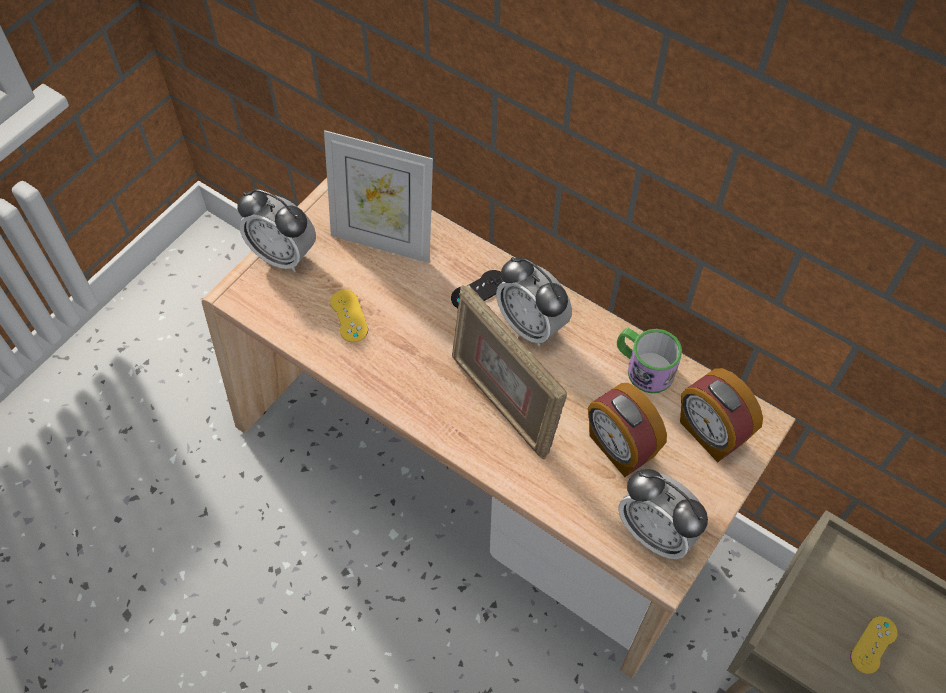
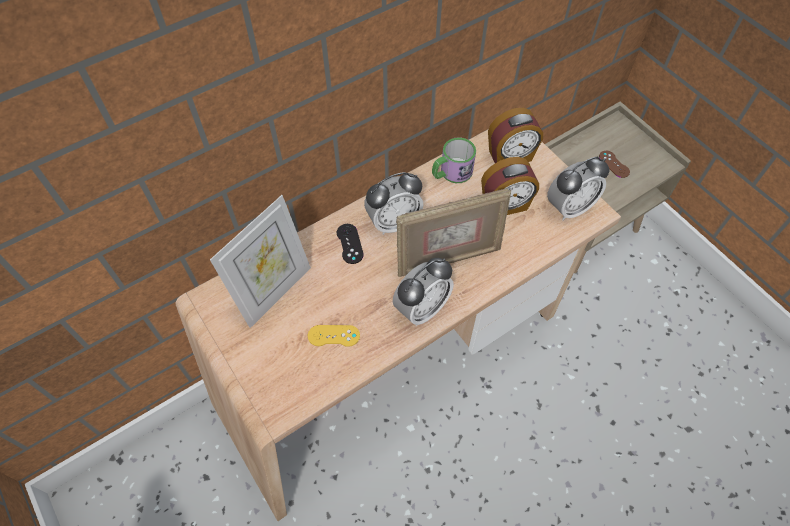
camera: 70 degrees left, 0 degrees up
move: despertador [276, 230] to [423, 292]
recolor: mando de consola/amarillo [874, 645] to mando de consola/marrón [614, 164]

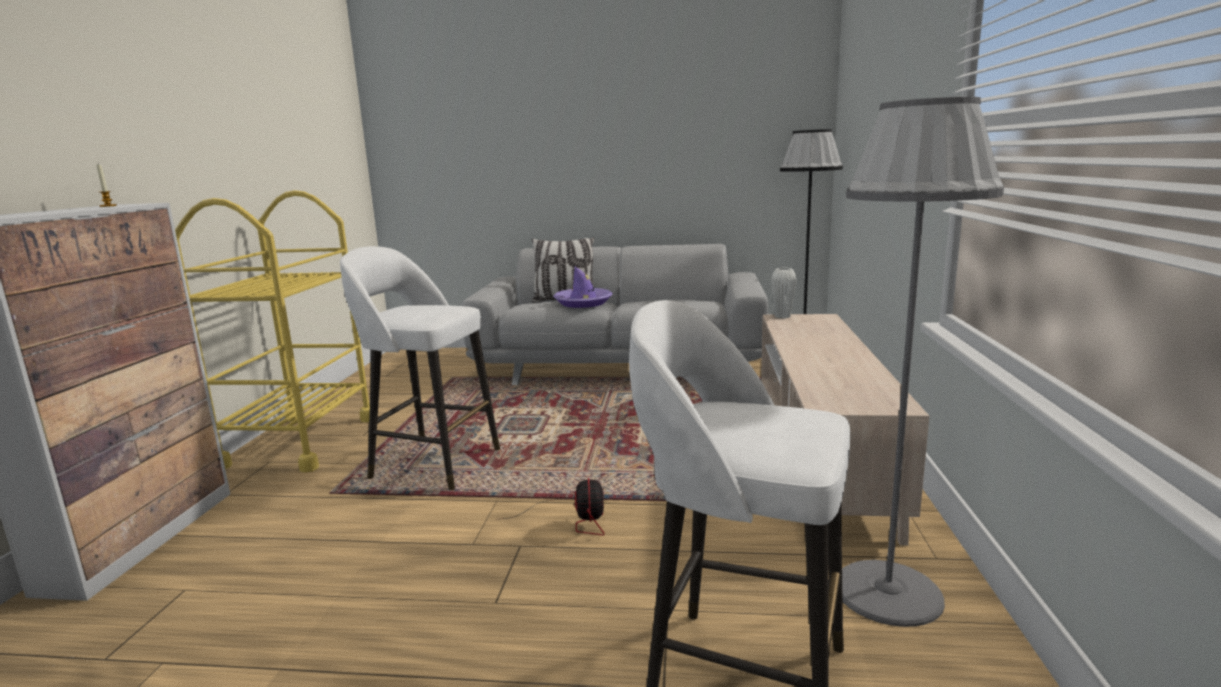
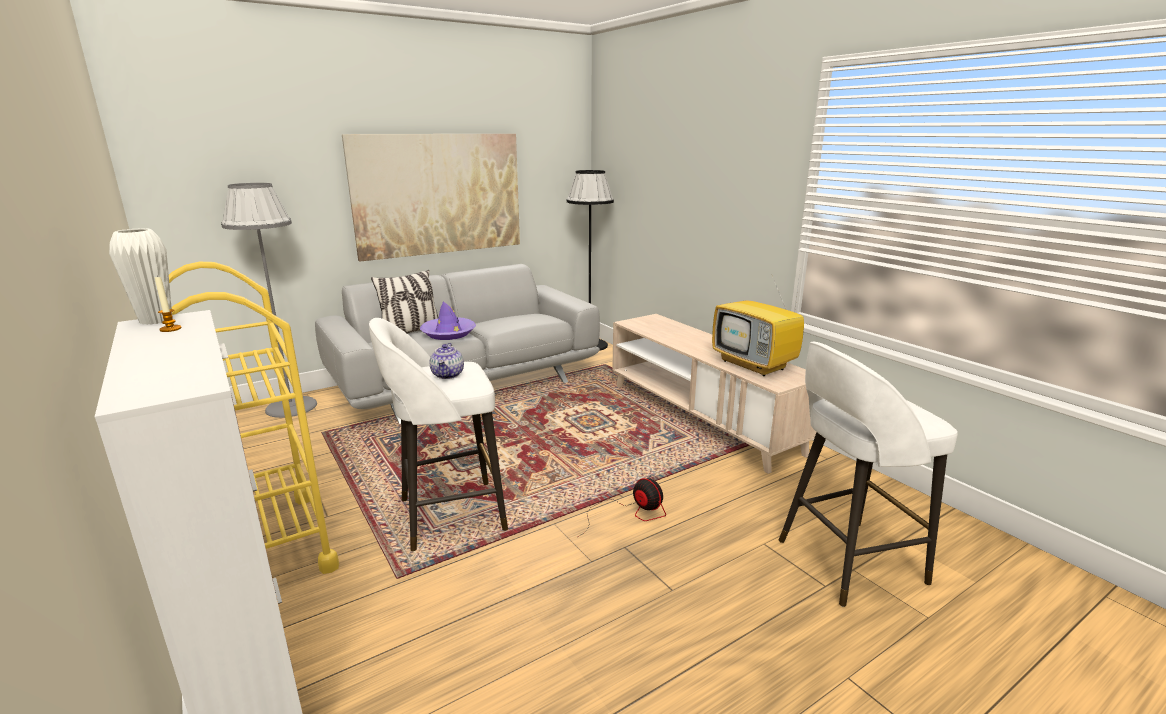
camera: 40 degrees left, 5 degrees up
insert: cuadro [431, 198]; tetera [447, 361]; televisor [758, 324]
move: florero/blanco [783, 293] to [140, 276]; lámpara de pie/gris [923, 362] to [269, 300]

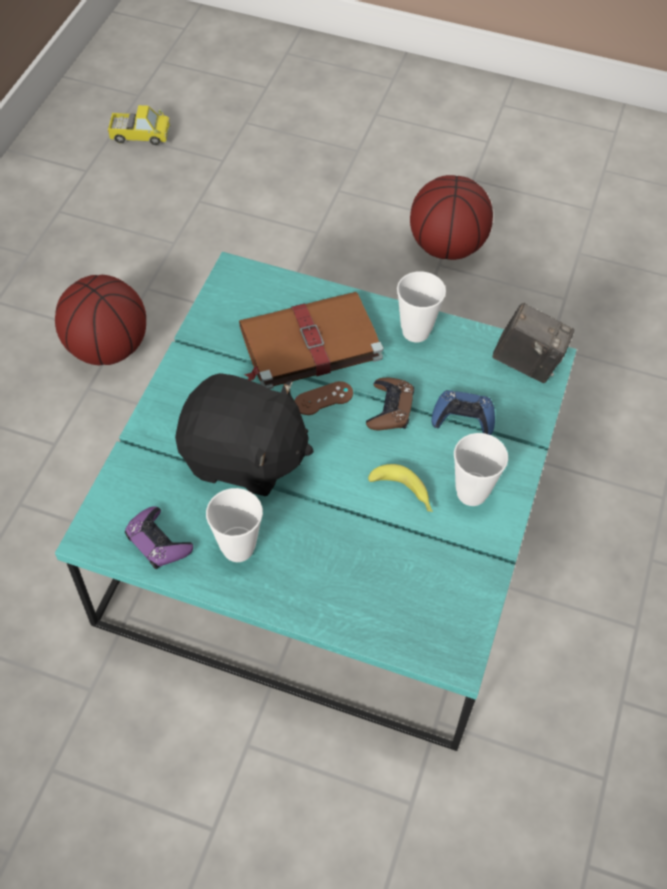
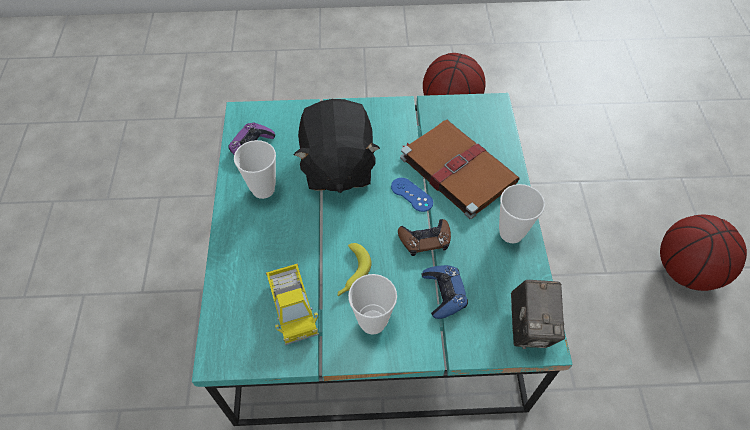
camera: 70 degrees right, 0 degrees up
move: camión de juguete [138, 125] to [292, 304]
recolor: mando de consola/marrón [324, 398] to mando de consola/azul [412, 195]

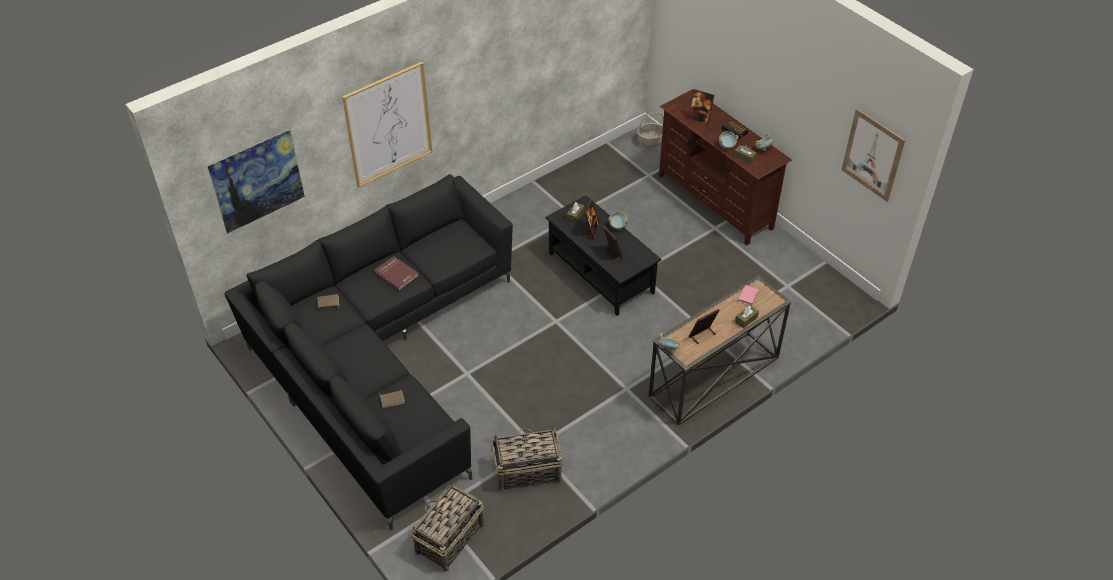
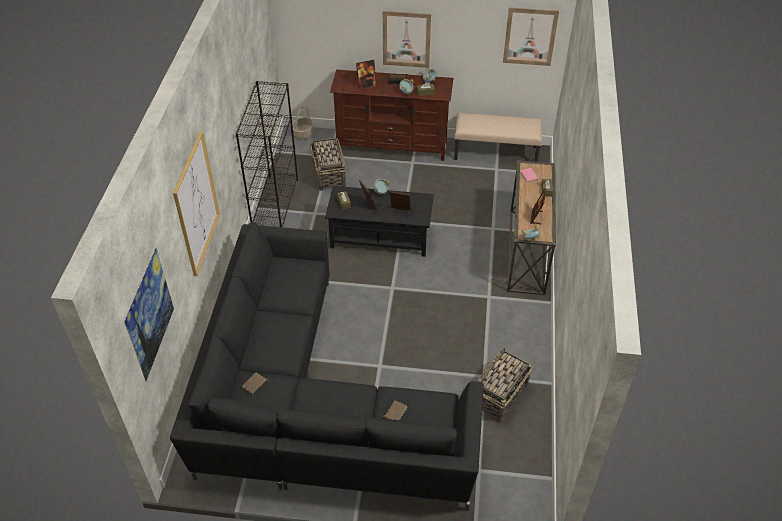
camera: 45 degrees left, 0 degrees up
delete: libro/rojo [396, 273]
insert: estantería/negro [266, 154]; cuadro [407, 39]; banco/beis [498, 137]
move: cesta [447, 527] to [328, 164]

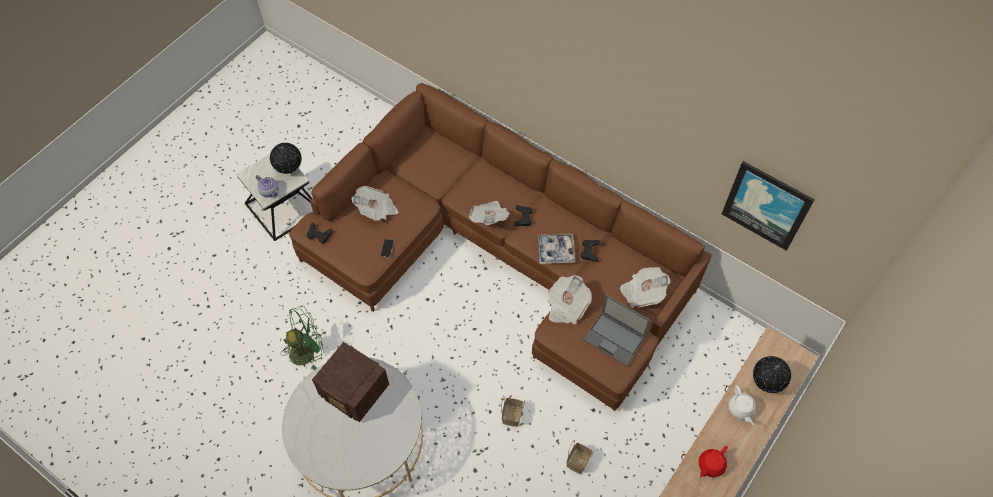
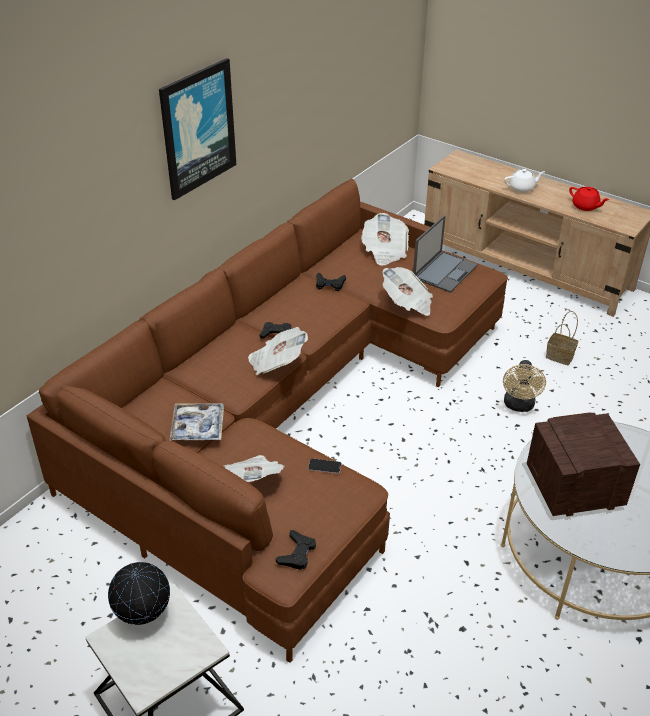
camera: 90 degrees left, 20 degrees down
delete: tetera [267, 186]; ventilador/verde [302, 338]; globo terráqueo [772, 374]
move: bandeja [556, 249] to [197, 422]; cuadro [768, 206] to [197, 129]
replace: cesta [513, 411] to ventilador/beis [524, 386]
rotate: radio [350, 382] = [583, 464] 135 degrees counterclockwise

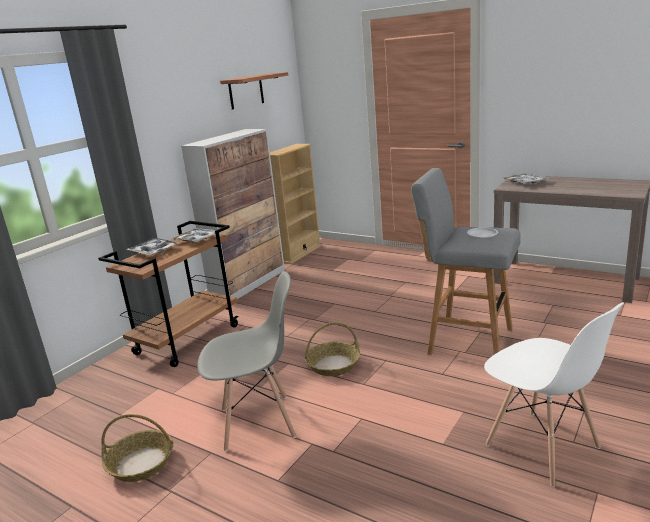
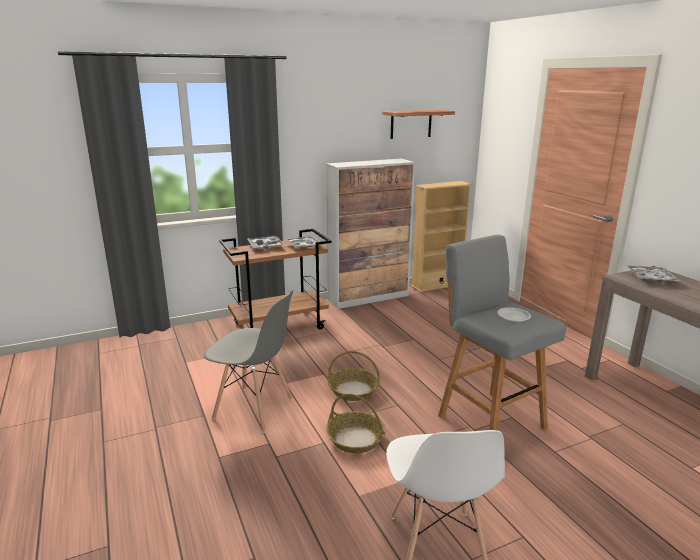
camera: 30 degrees right, 0 degrees up
move: cesta [137, 448] to [356, 423]

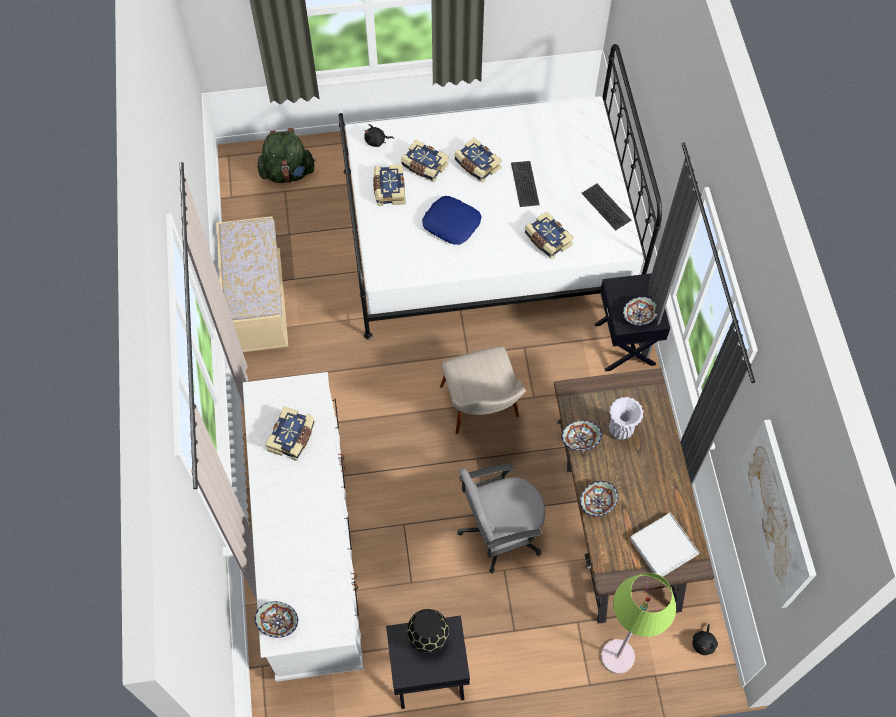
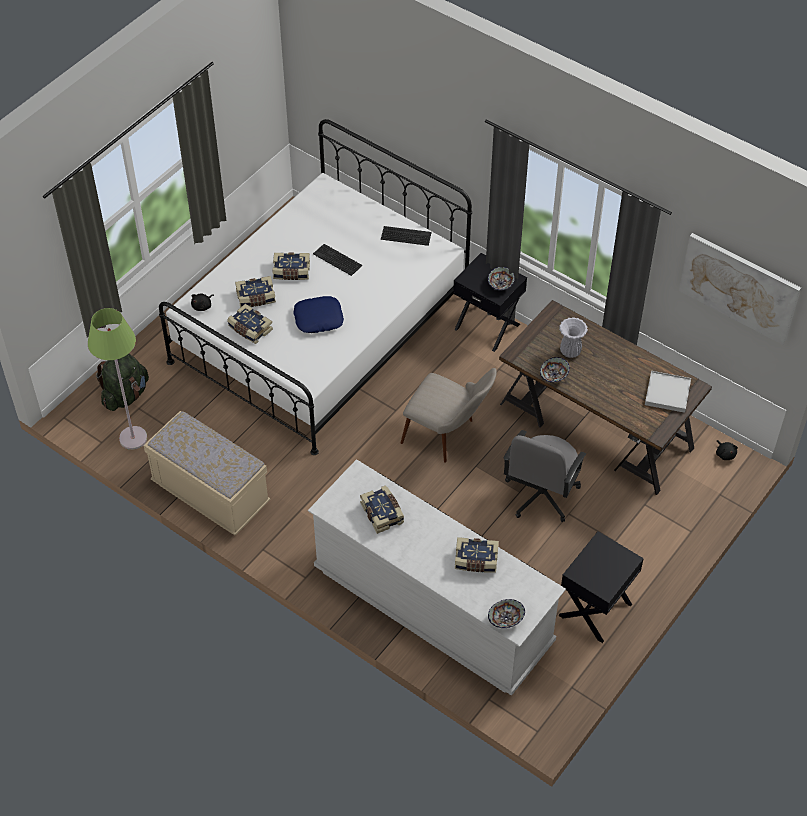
camera: 45 degrees left, 10 degrees down
delete: florero/negro [428, 631]; cuenco [599, 499]
move: libro [549, 235] to [477, 555]; lámpara de pie/verde [638, 623] to [117, 379]

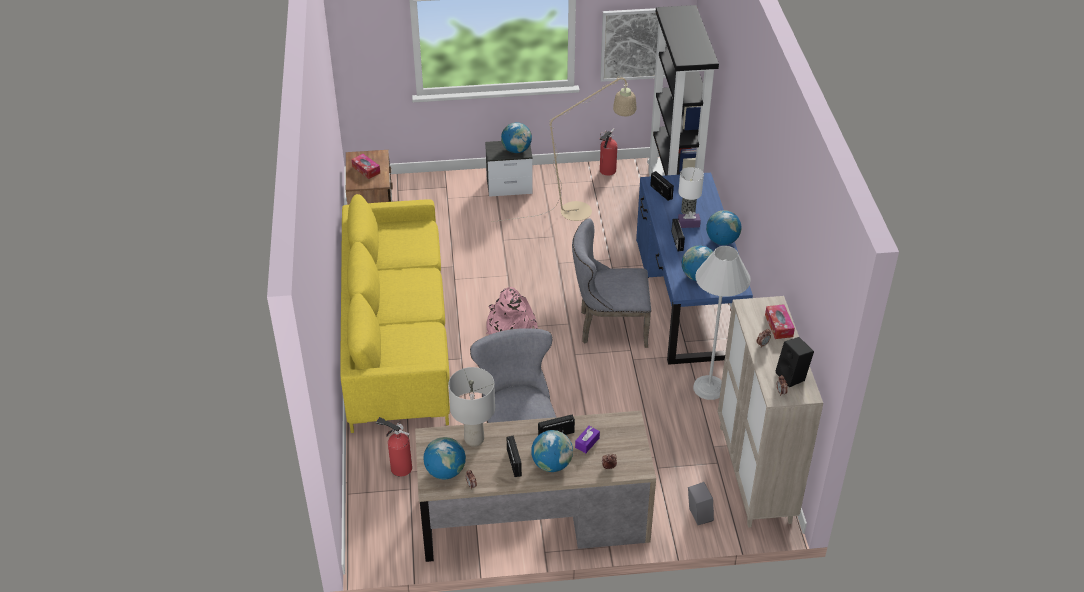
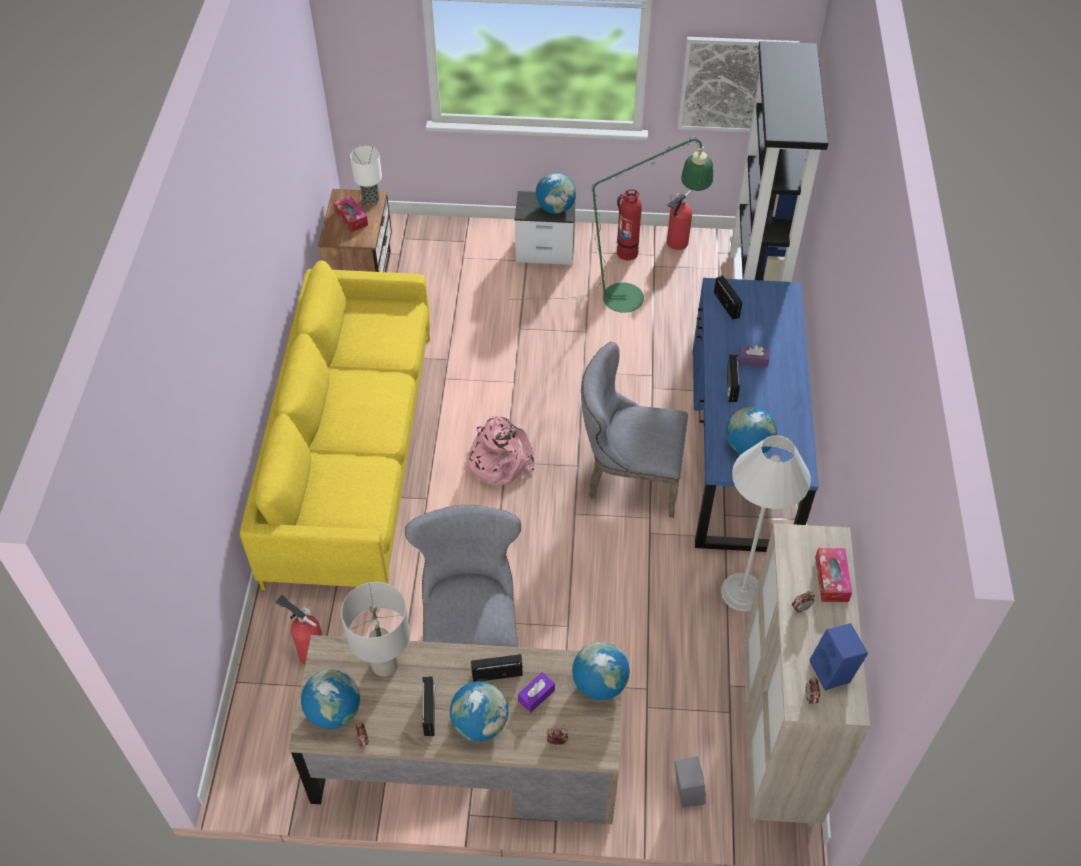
camera: 10 degrees right, 10 degrees up
insert: extintor [629, 224]
move: lámpara de mesa [691, 190] to [366, 175]; globo terráqueo [724, 227] to [601, 671]
recolor: lámpara de pie/beis [564, 149] to lámpara de pie/verde [611, 224]; altavoz/negro [795, 362] to altavoz/azul [839, 656]

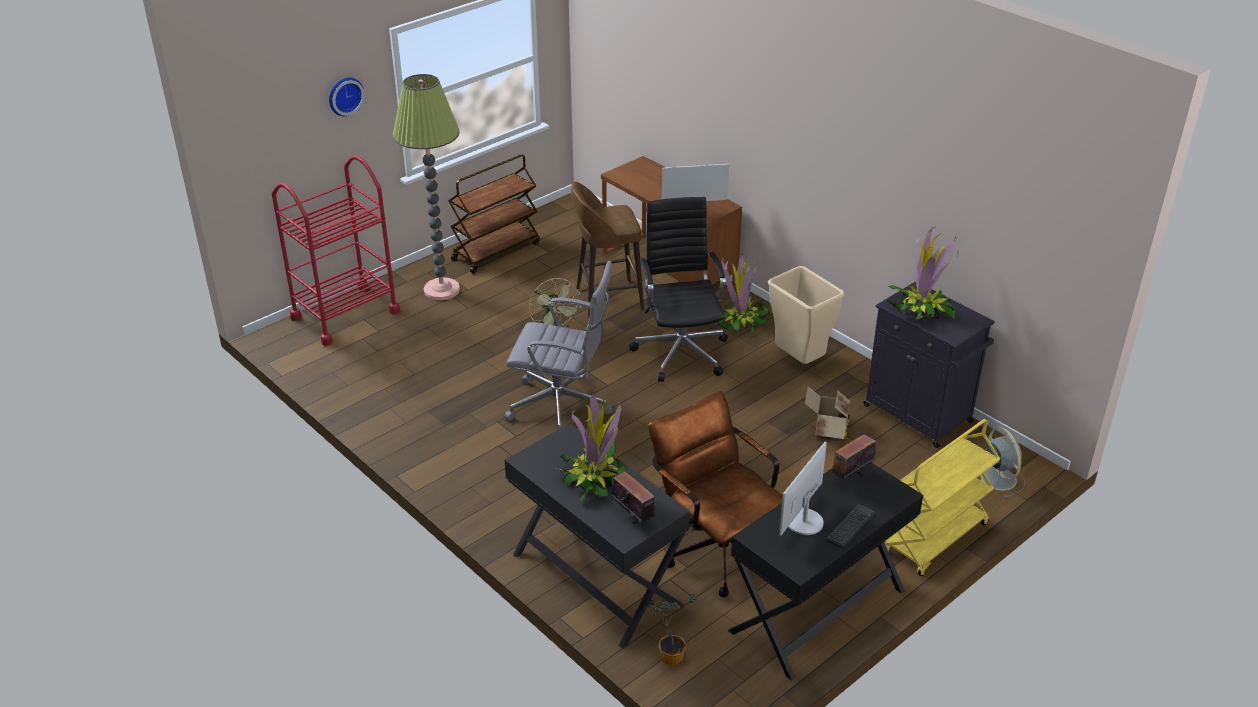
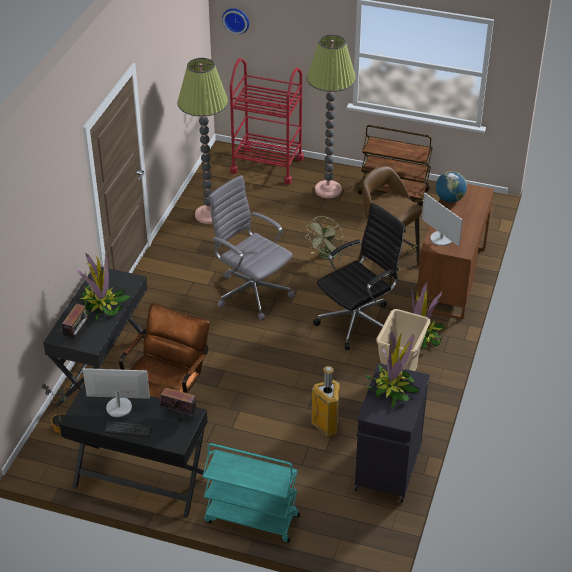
camera: 60 degrees right, 5 degrees up
delete: ventilador/gris [1002, 462]
insert: lámpara de pie [202, 141]; globo terráqueo [451, 187]
move: reloj de pared [347, 97] to [235, 21]
replace: caja de cartón [827, 414] to papelera [326, 401]
recolor: carrito/amarillo [942, 497] to carrito/turquesa [251, 493]
rotate: silla de oficina/gris [558, 345] = [251, 247] 150 degrees clockwise

